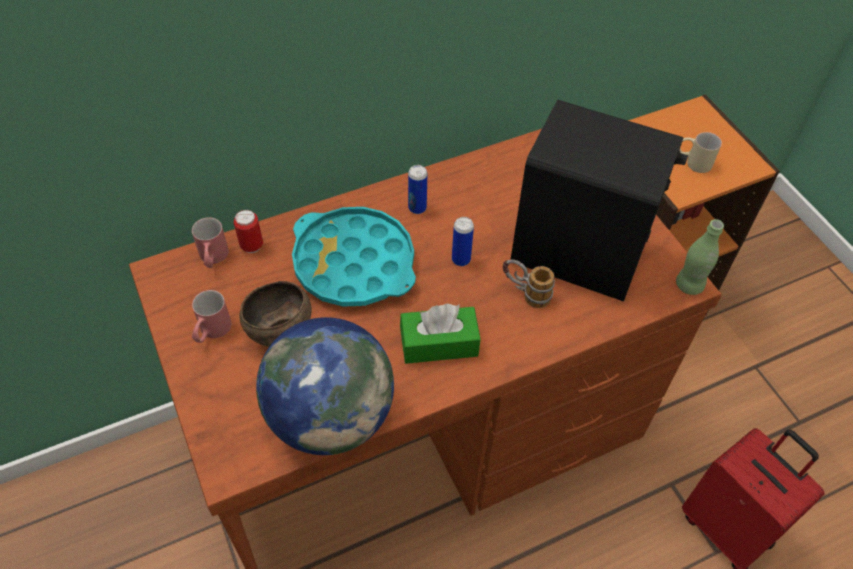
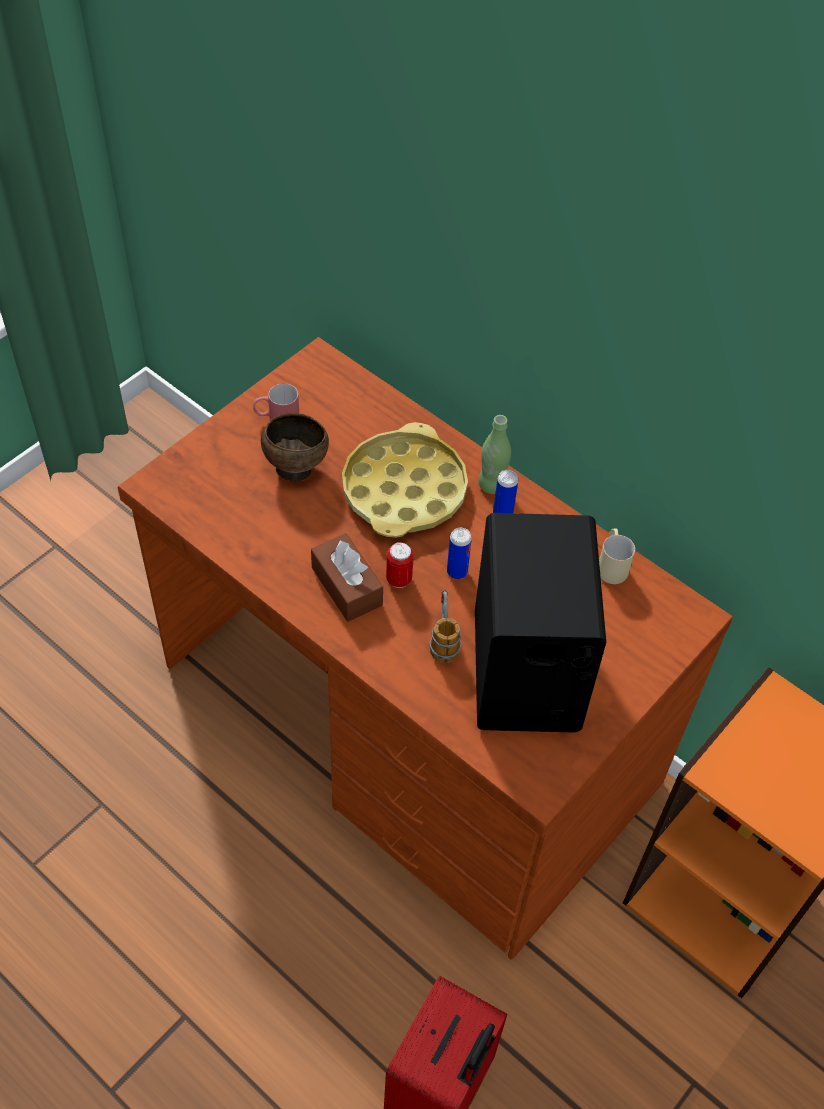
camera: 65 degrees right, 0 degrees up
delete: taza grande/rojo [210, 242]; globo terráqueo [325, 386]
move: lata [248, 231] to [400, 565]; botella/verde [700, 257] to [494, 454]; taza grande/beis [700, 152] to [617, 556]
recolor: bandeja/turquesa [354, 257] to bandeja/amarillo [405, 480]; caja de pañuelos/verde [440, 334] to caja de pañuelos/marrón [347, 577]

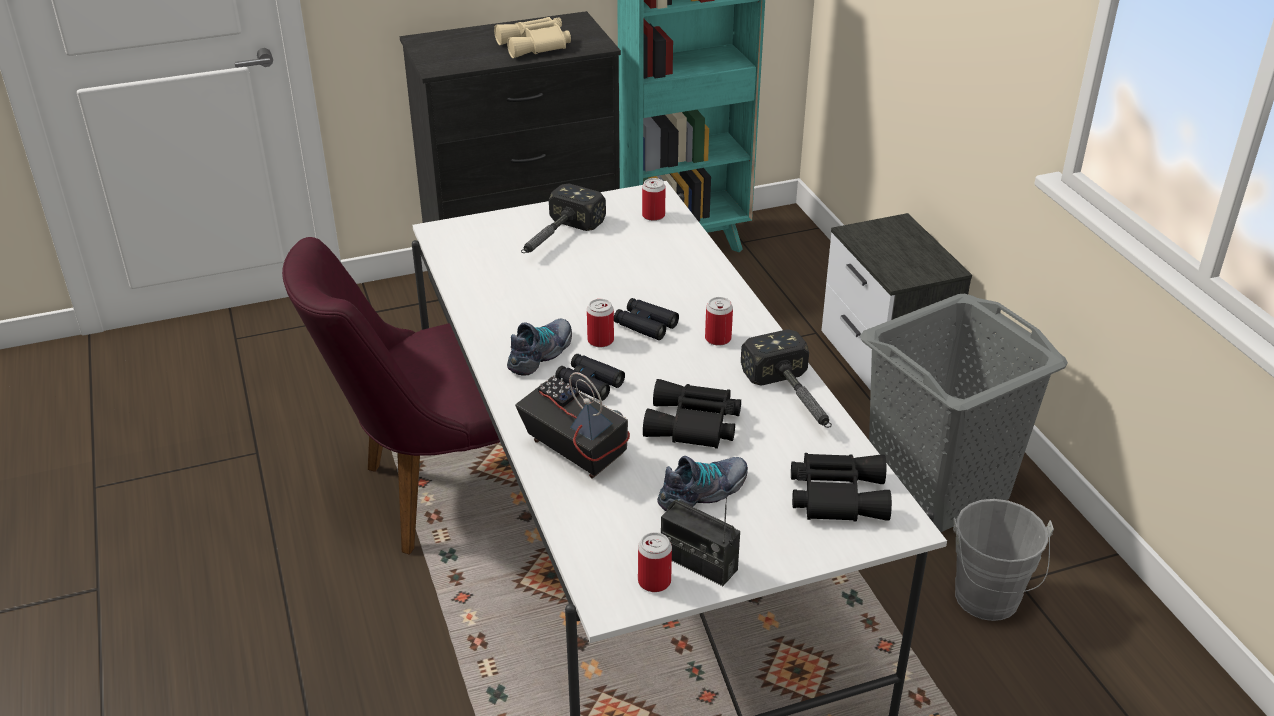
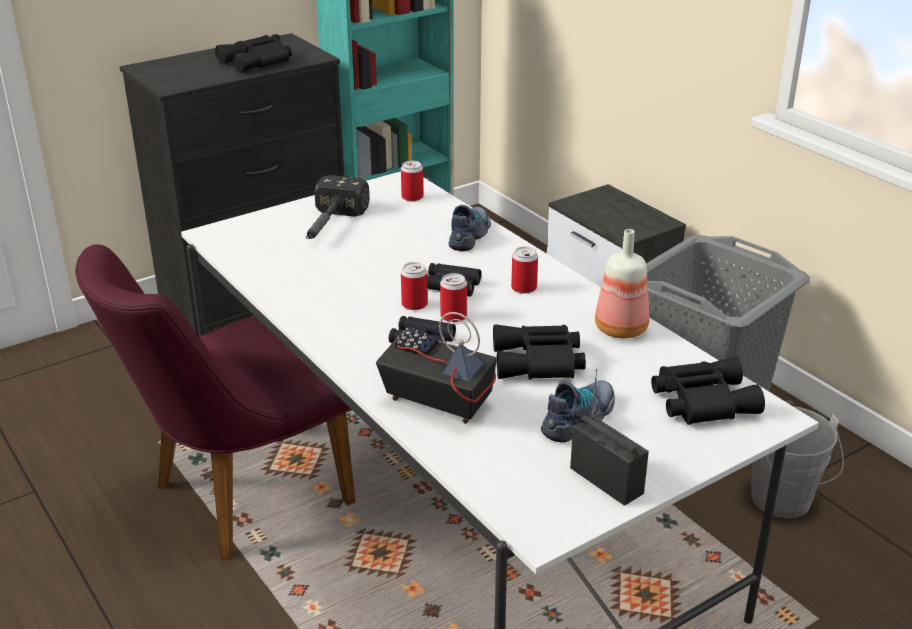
camera: 15 degrees left, 5 degrees down
move: zapato [539, 347] to [470, 228]; lata [655, 562] to [453, 297]
replace: martillo [786, 378] to botella [622, 284]
recolor: prismáticos/beis [532, 37] to prismáticos/negro [253, 53]
rotate: radio [700, 541] = [609, 437] 150 degrees counterclockwise

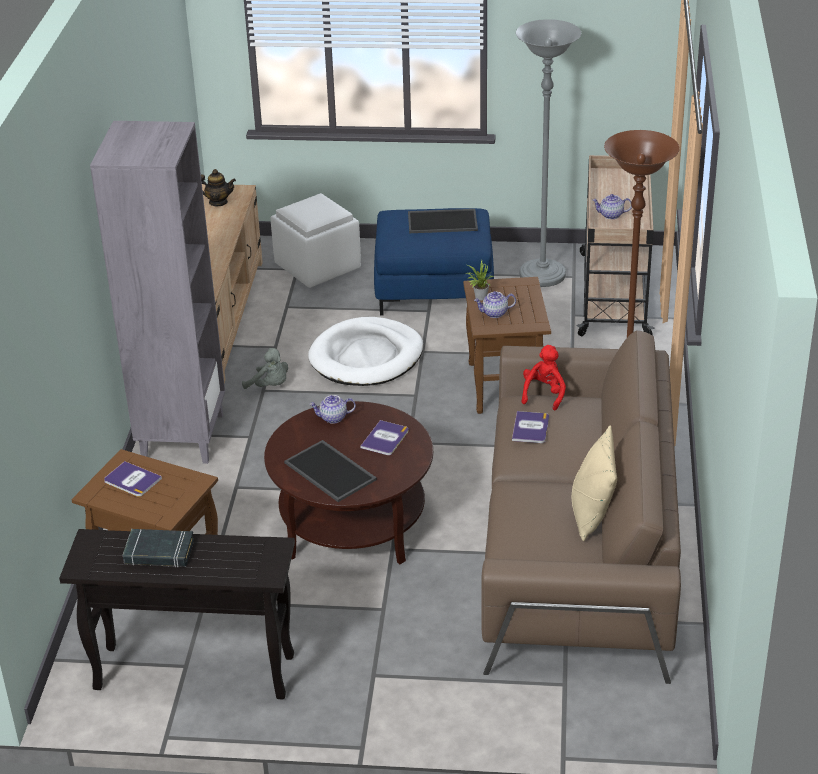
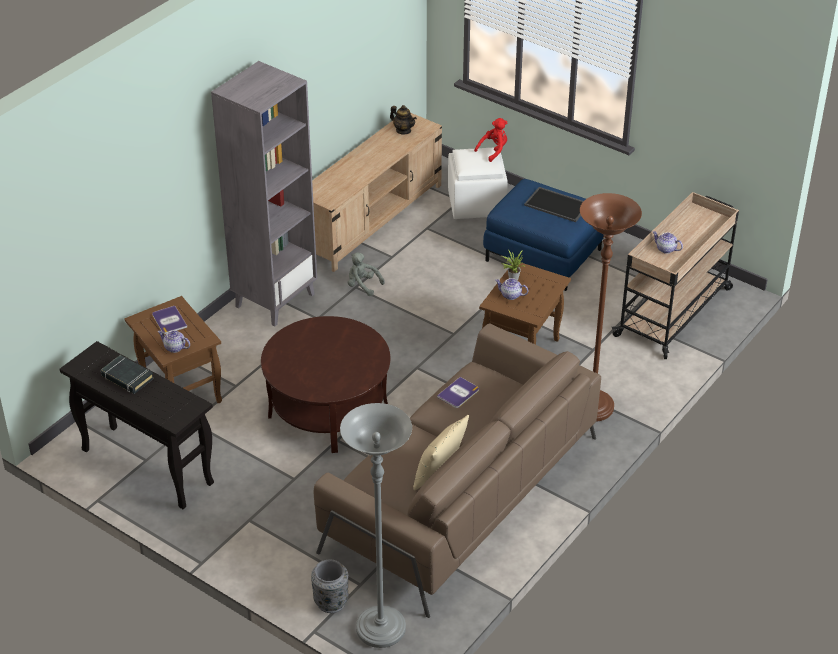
camera: 30 degrees right, 5 degrees up
delete: bandeja [330, 471]; cama para perro/blanco [365, 351]; libro [384, 437]
insert: florero/gris [330, 586]
move: tetera [332, 409] to [174, 341]; lámpara de pie/gris [548, 153] to [376, 525]; peluche/rojo [544, 377] to [491, 140]
rotate: peluche/gris [265, 368] = [366, 274] 150 degrees clockwise

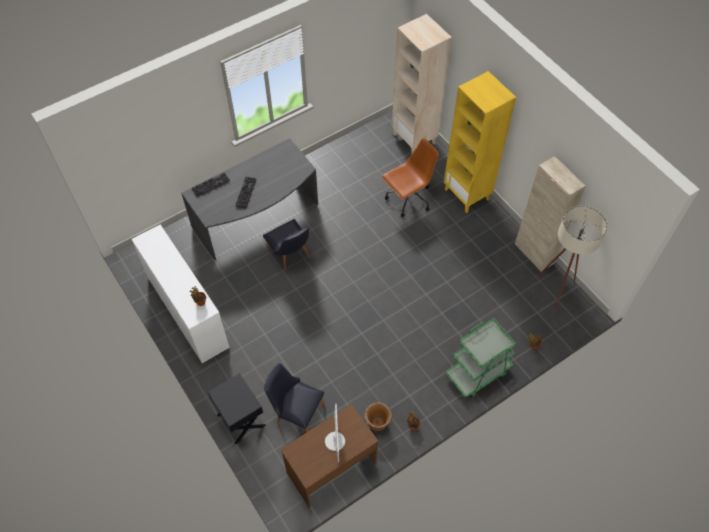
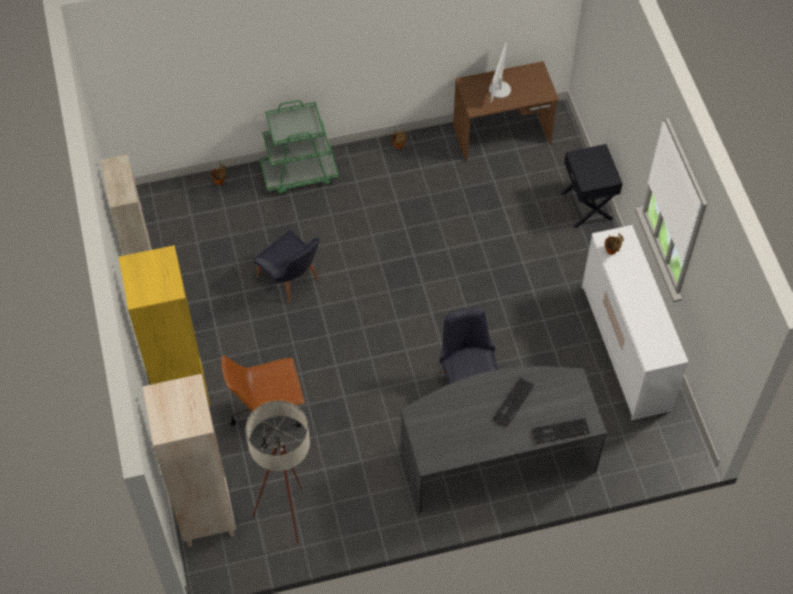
camera: 160 degrees left, 0 degrees up
delete: maceta/marrón [378, 416]
move: silla/negro [295, 397] to [286, 266]; lámpara de pie/beis [572, 258] to [278, 472]

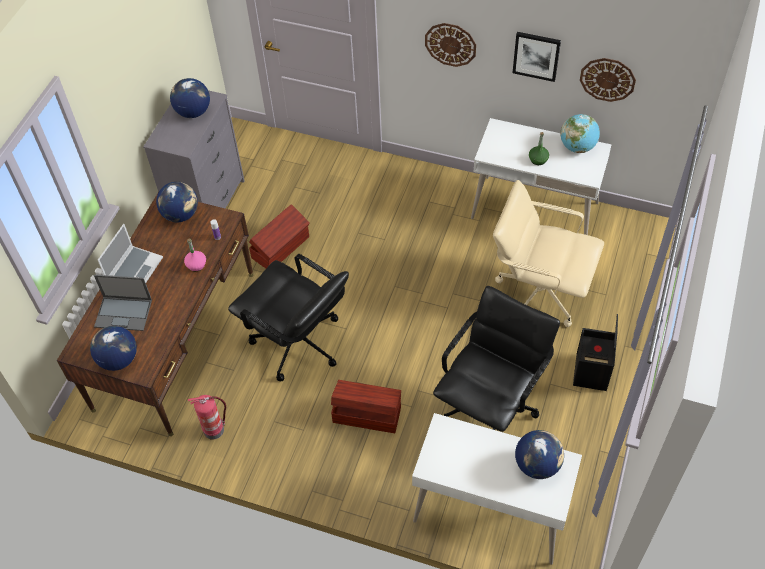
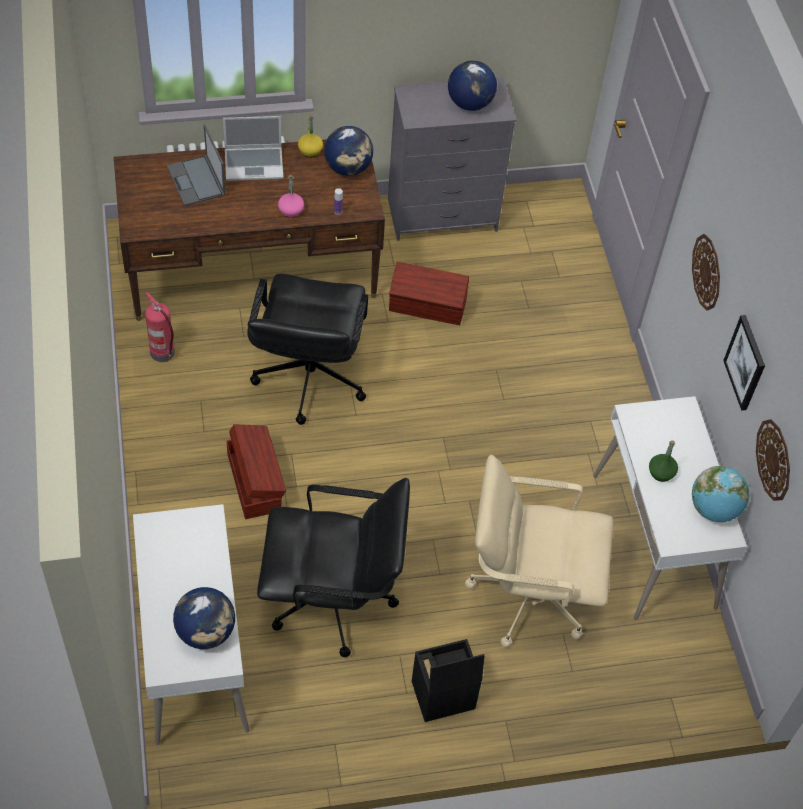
camera: 55 degrees right, 0 degrees up
delete: globo terráqueo [113, 348]
insert: botella/amarillo [310, 136]
rotate: silla de oficina/beis [548, 253] = [539, 551] 75 degrees counterclockwise

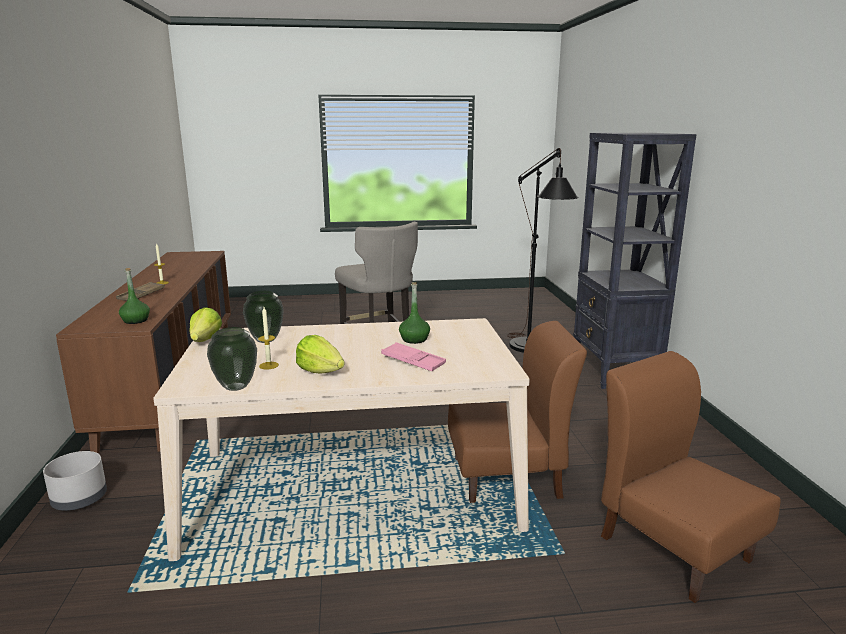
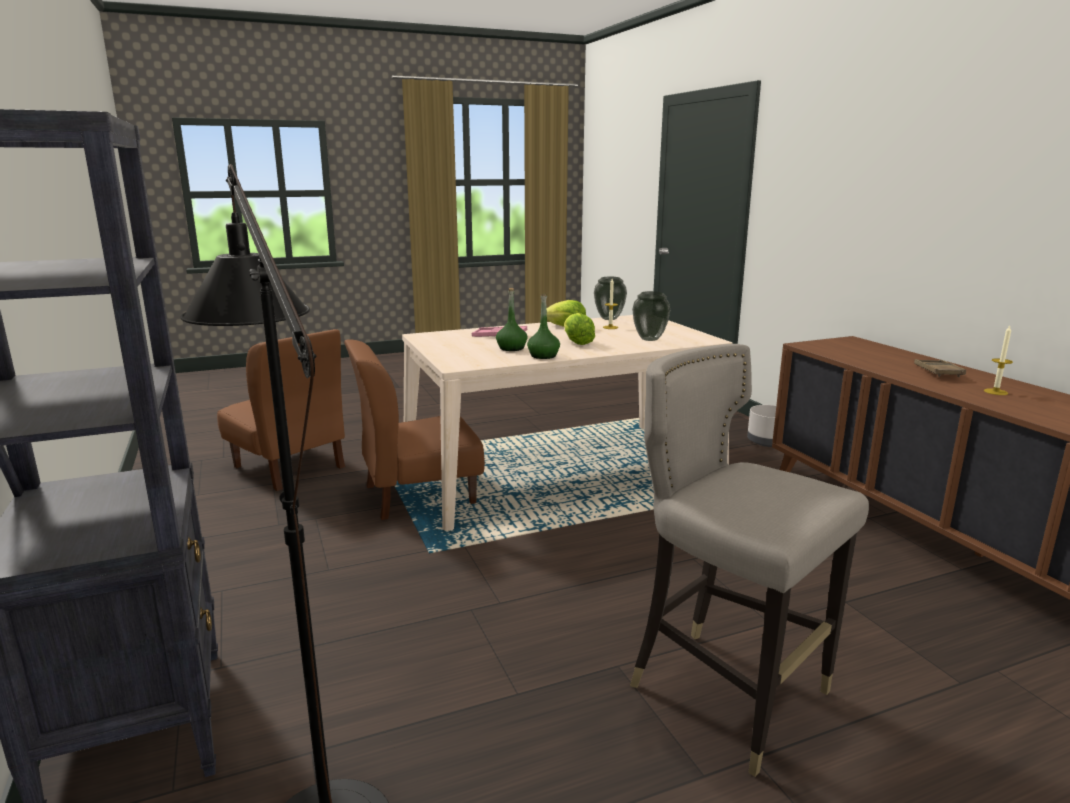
camera: 165 degrees right, 0 degrees up
move: botella/verde [134, 296] to [543, 326]; lechuga [206, 324] to [579, 329]

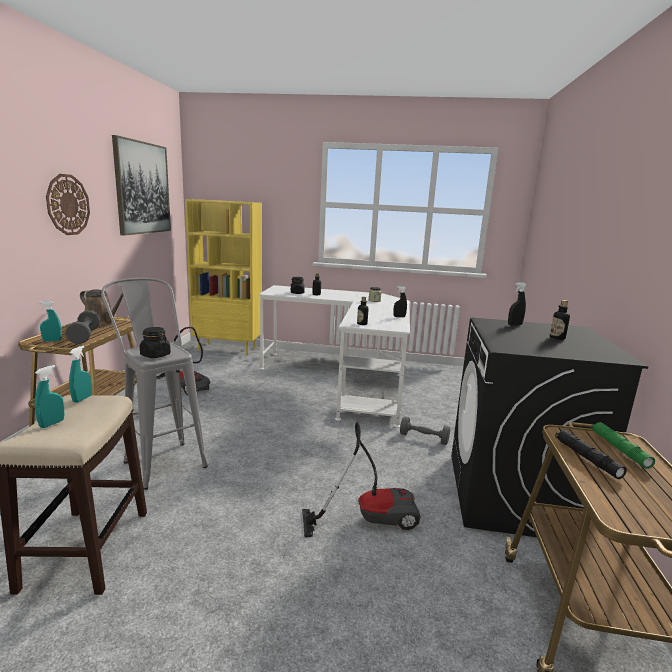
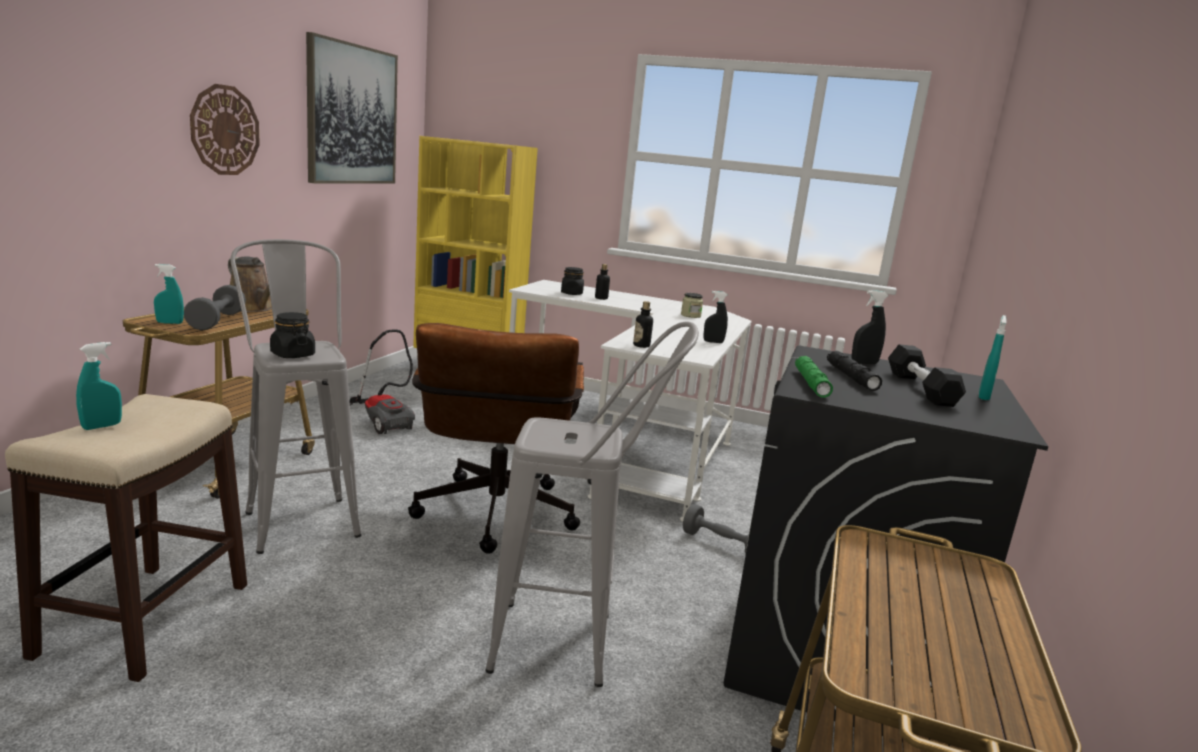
camera: 10 degrees right, 0 degrees up
insert: silla de oficina/marrón [496, 438]
move: pulverizador/turquesa [80, 374] to [993, 357]; linterna/negro [591, 454] to [854, 371]; linterna/verde [623, 445] to [814, 377]
replace: aspiradora [361, 480] to taburete/gris [592, 505]; botella [560, 320] to mancuerna/negro [927, 375]

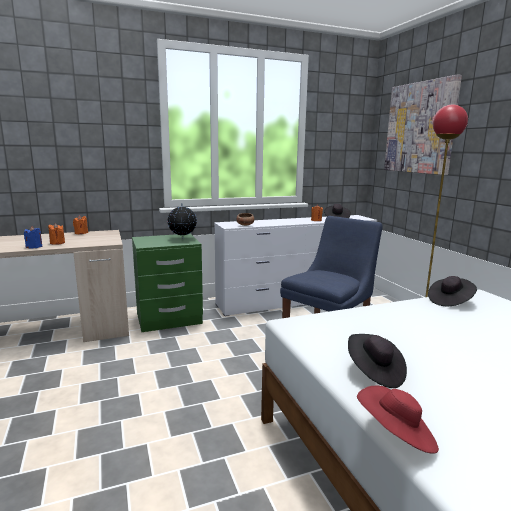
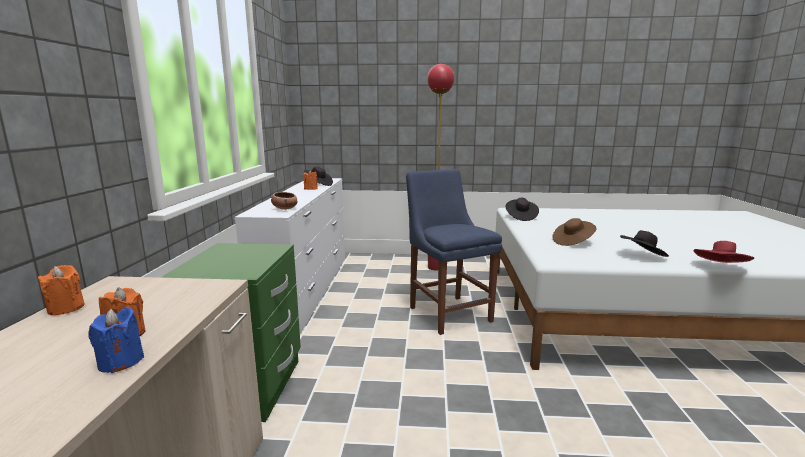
camera: 65 degrees left, 0 degrees up
delete: globo terráqueo [182, 221]; cuadro [423, 124]
insert: sombrero/marrón [574, 232]

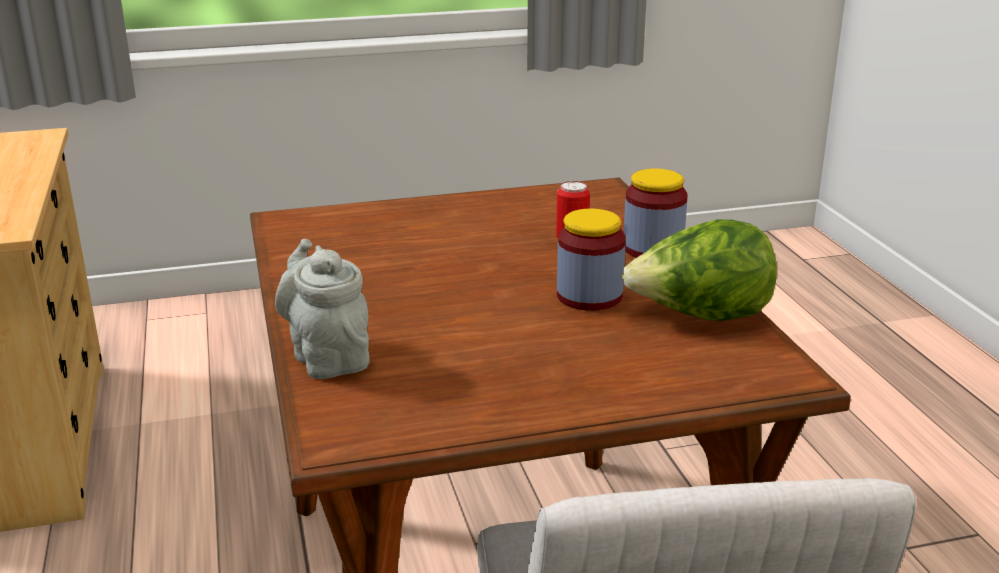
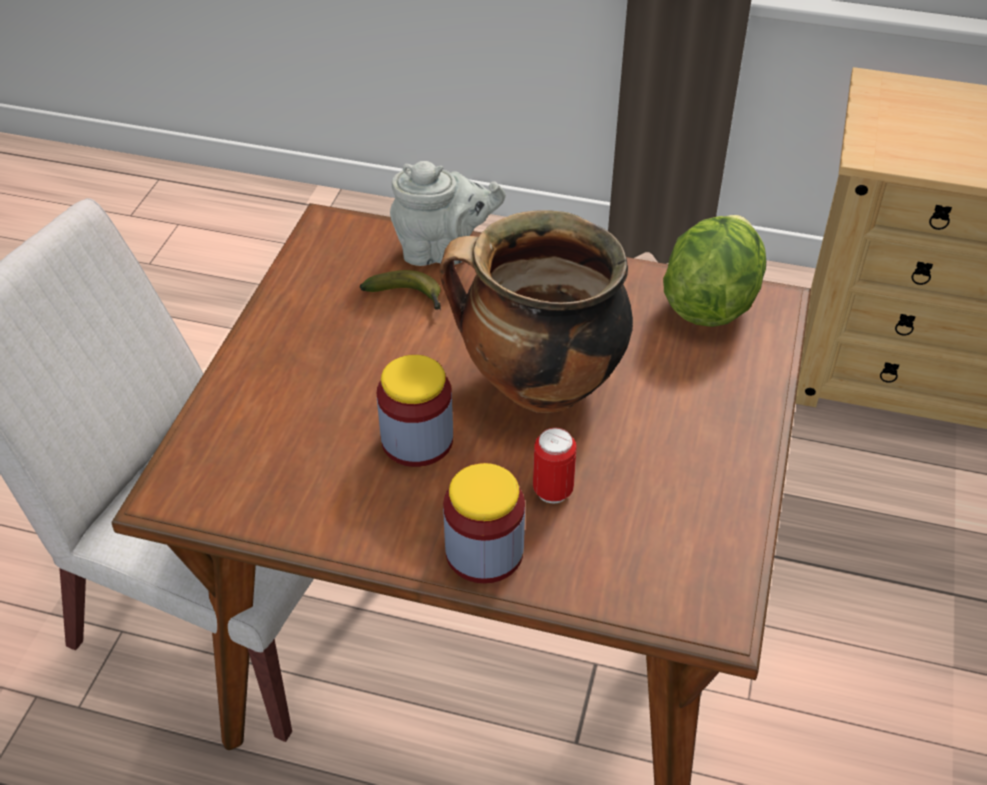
camera: 120 degrees right, 20 degrees up
insert: plátano [400, 290]; olla [536, 311]
move: lechuga [699, 270] to [714, 271]

